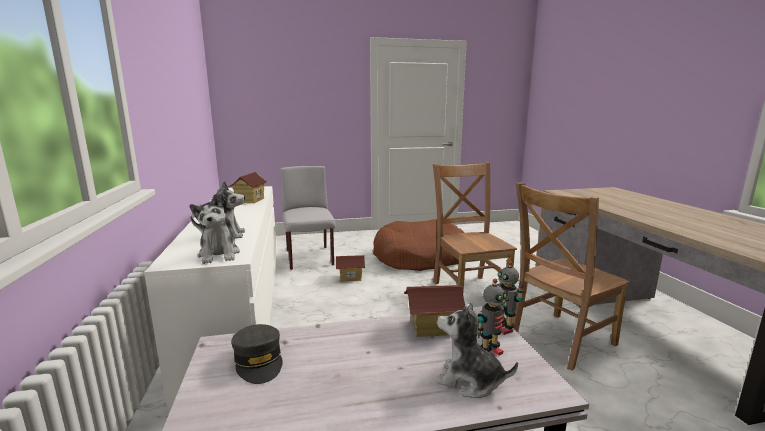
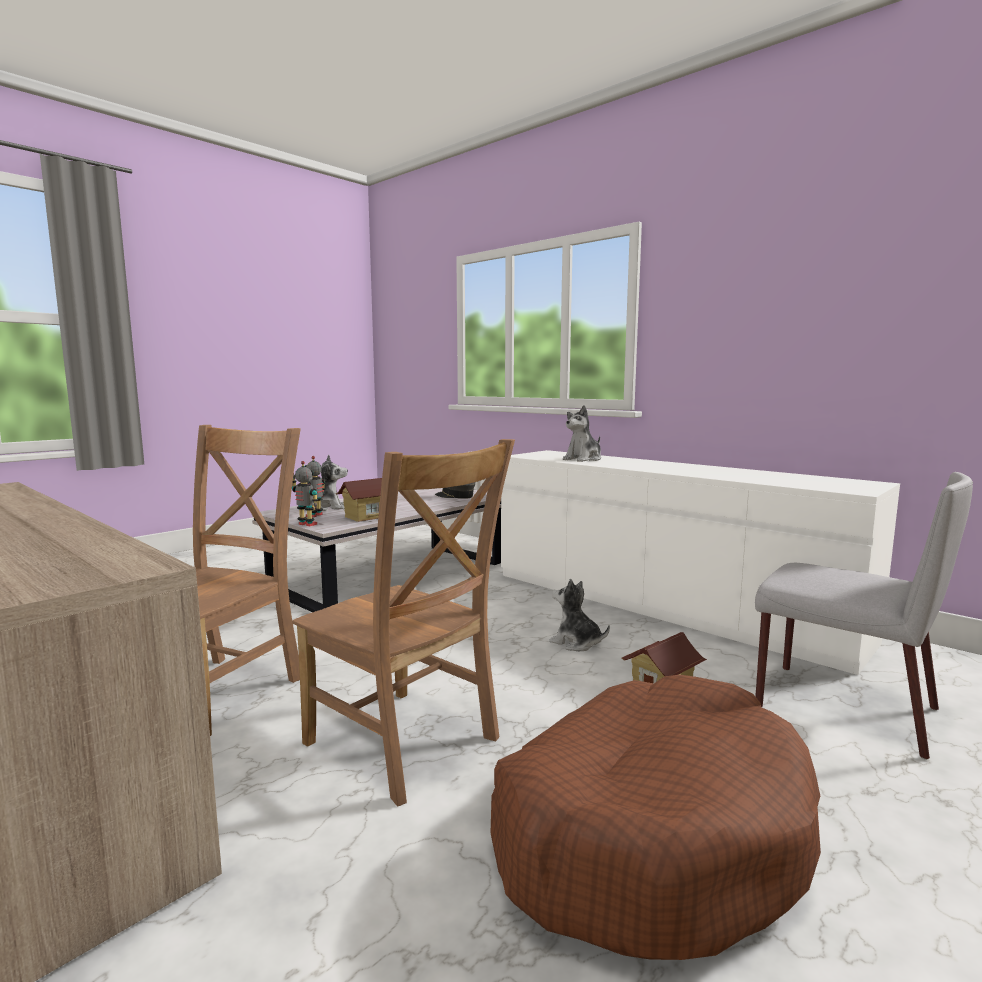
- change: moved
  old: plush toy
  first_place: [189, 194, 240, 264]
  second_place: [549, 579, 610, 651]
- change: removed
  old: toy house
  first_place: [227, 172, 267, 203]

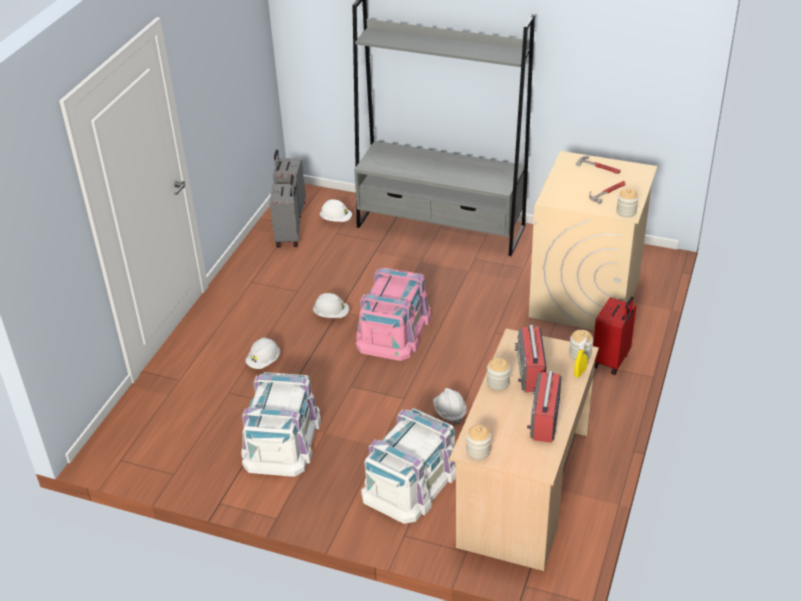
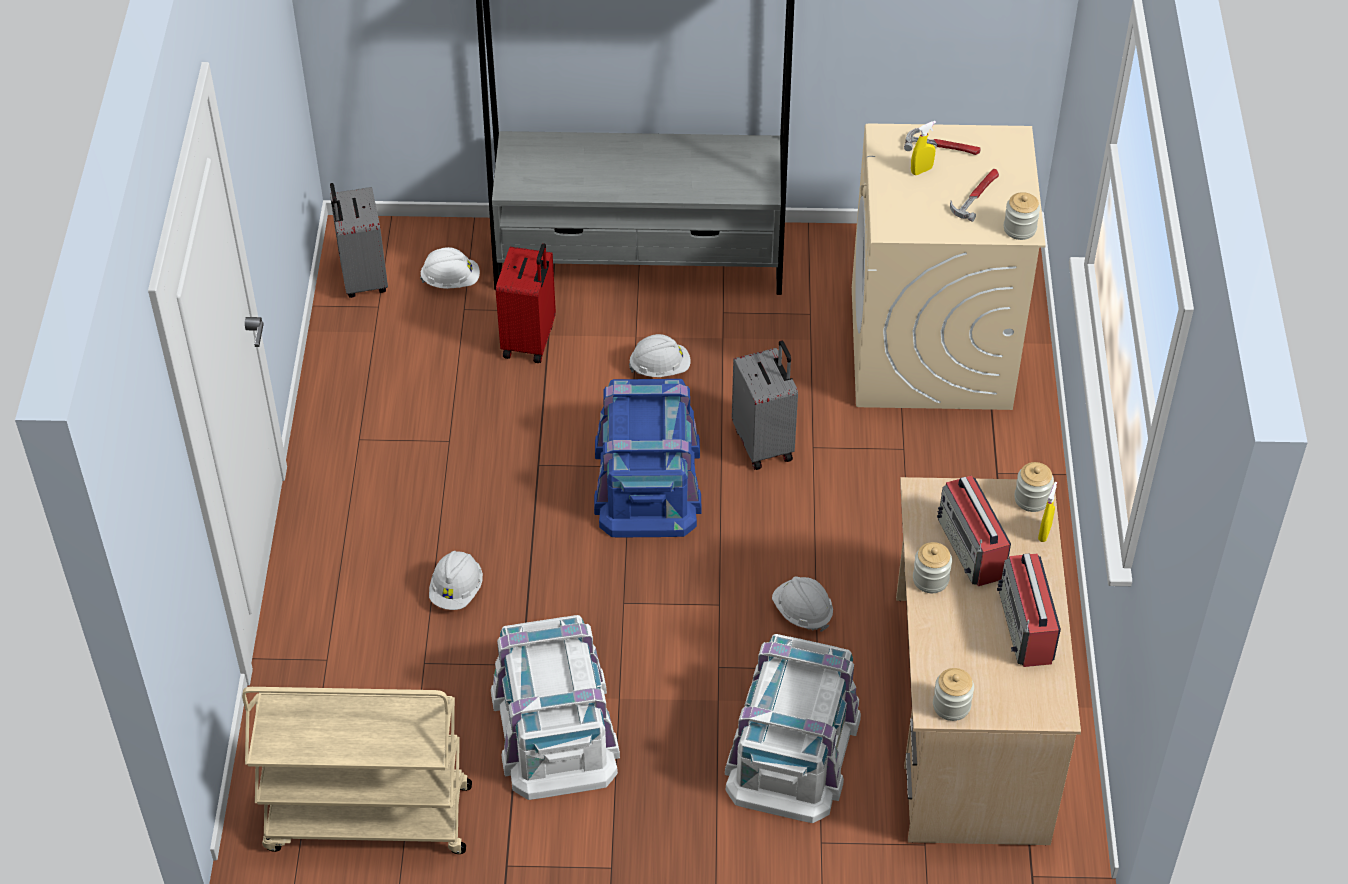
- change: moved
  old: suitcase (grey)
  first_place: [270, 175, 300, 248]
  second_place: [732, 340, 798, 470]
- change: moved
  old: hard hat (white)
  first_place: [313, 293, 349, 318]
  second_place: [629, 334, 690, 377]
- change: recoloured
  old: storage box (pink)
  new: storage box (blue)
  first_place: [356, 268, 431, 361]
  second_place: [594, 379, 701, 537]
- change: moved
  old: suitcase (red)
  first_place: [593, 296, 637, 375]
  second_place: [496, 243, 556, 363]
- change: added
  new: cart (beige)
  second_place: [242, 687, 472, 854]
- change: added
  new: spray bottle (yellow)
  second_place: [911, 121, 936, 175]

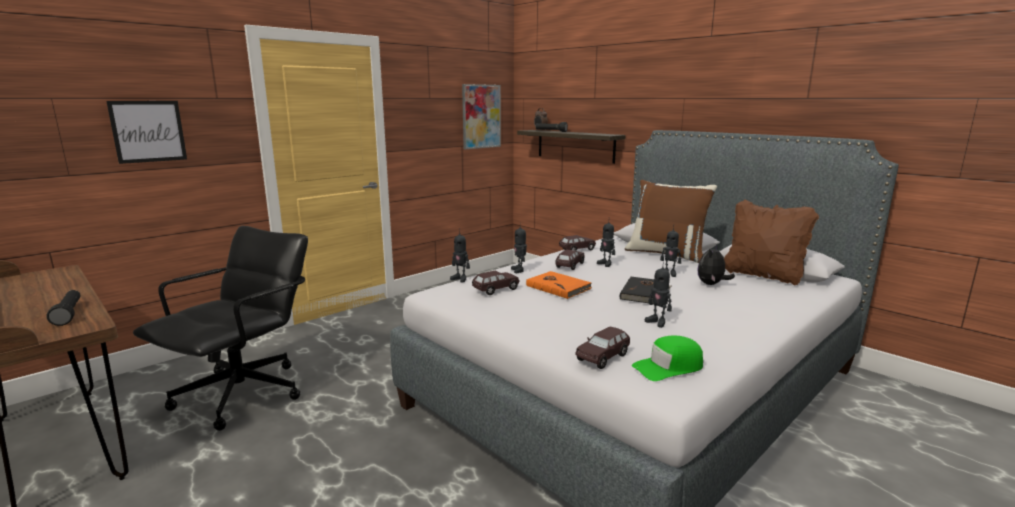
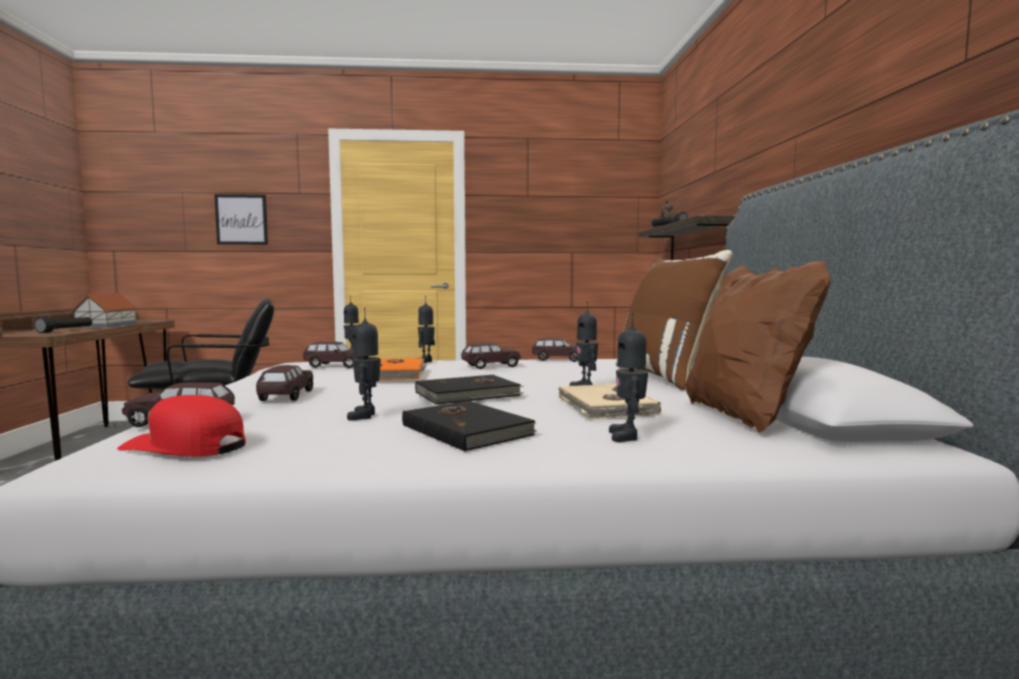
- change: removed
  old: picture
  first_place: [462, 84, 501, 149]
- change: moved
  old: toy robot
  first_place: [597, 217, 615, 267]
  second_place: [609, 312, 648, 442]
- change: recoloured
  old: cap (green)
  new: cap (red)
  first_place: [632, 336, 703, 381]
  second_place: [117, 395, 246, 457]
- change: replaced
  old: plush toy
  new: book (beige)
  first_place: [697, 244, 735, 285]
  second_place: [558, 384, 661, 419]
- change: added
  new: toy house
  second_place: [71, 293, 137, 327]
- change: added
  new: toy car (brown)
  second_place: [256, 365, 313, 401]
- change: added
  new: book (black)
  second_place: [402, 401, 537, 452]

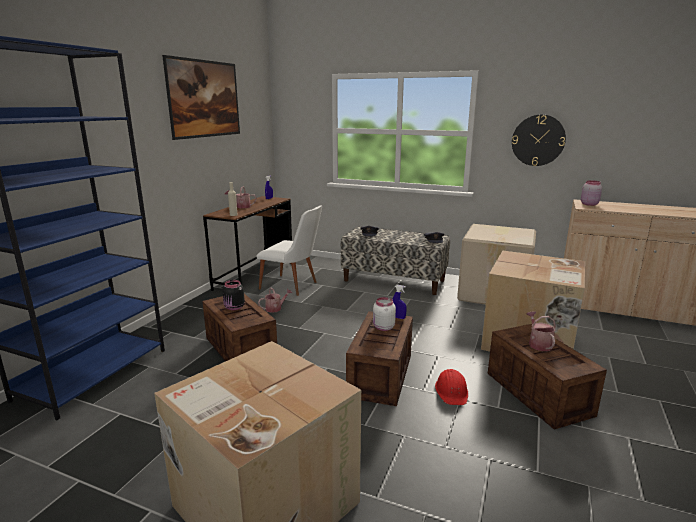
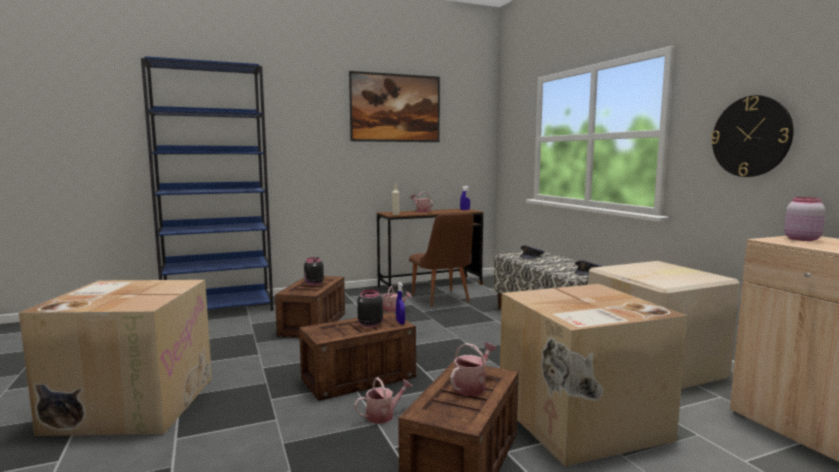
- change: recoloured
  old: chair (white)
  new: chair (brown)
  first_place: [256, 206, 322, 296]
  second_place: [409, 213, 474, 307]
- change: recoloured
  old: jar (white)
  new: jar (black)
  first_place: [373, 297, 396, 331]
  second_place: [357, 290, 383, 327]
- change: replaced
  old: hard hat (red)
  new: watering can
  first_place: [435, 369, 468, 405]
  second_place: [354, 377, 413, 424]

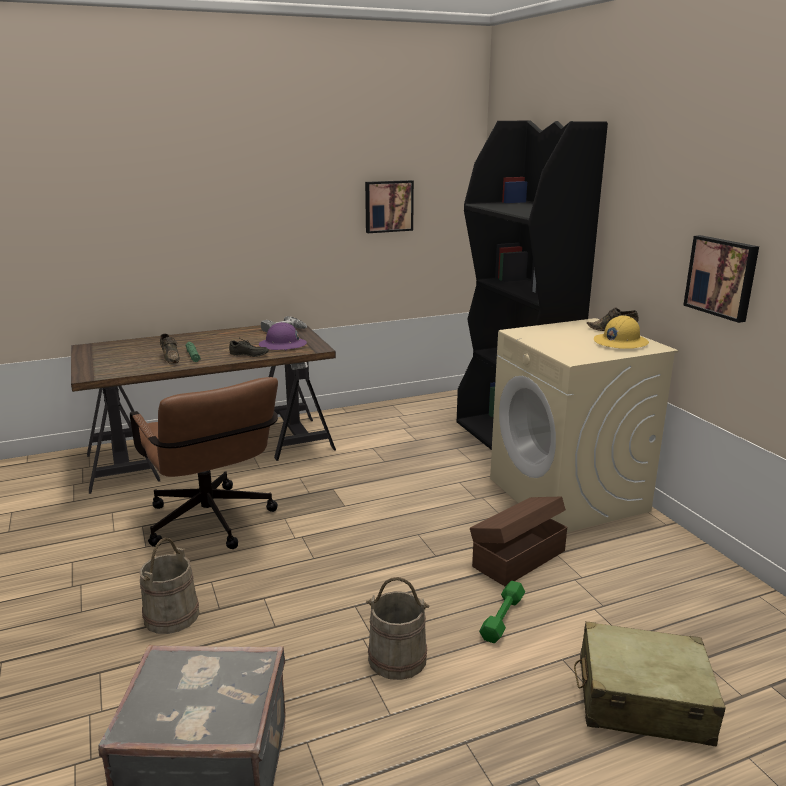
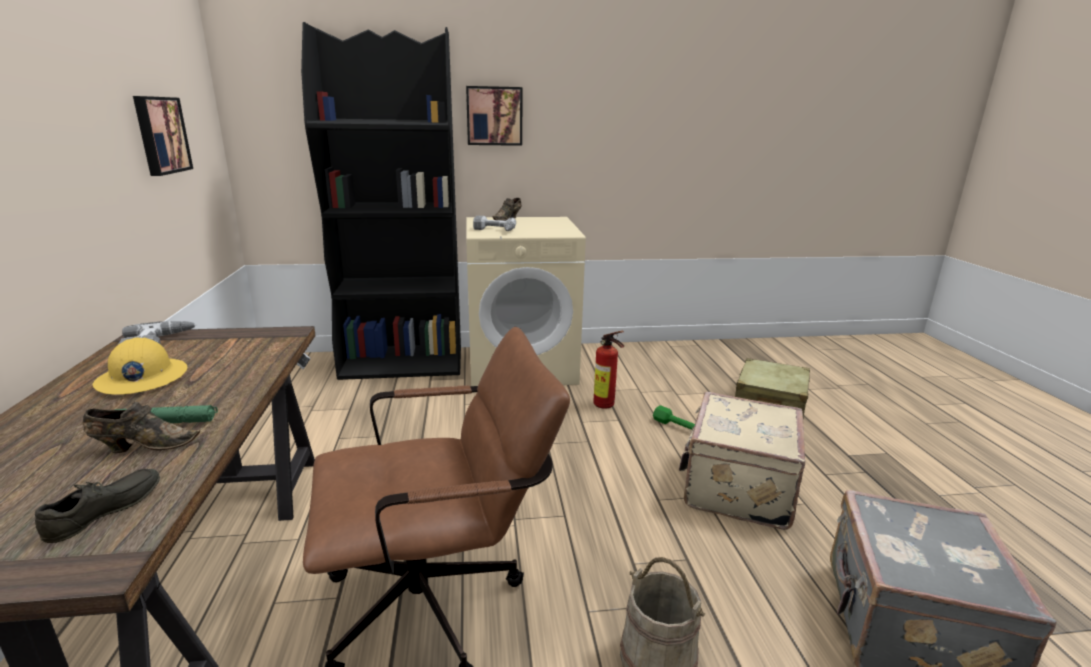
- change: moved
  old: shoe (grey)
  first_place: [229, 337, 269, 357]
  second_place: [35, 469, 160, 543]
- change: removed
  old: hard hat (purple)
  first_place: [259, 322, 307, 350]
- change: replaced
  old: bucket (beige)
  new: suitcase (beige)
  first_place: [366, 577, 430, 680]
  second_place: [679, 392, 805, 530]
- change: replaced
  old: storage box (brown)
  new: fire extinguisher
  first_place: [470, 497, 567, 586]
  second_place: [593, 331, 624, 409]
- change: moved
  old: hard hat (yellow)
  first_place: [594, 315, 649, 349]
  second_place: [93, 337, 188, 395]
- change: moved
  old: picture
  first_place: [683, 235, 759, 323]
  second_place: [466, 86, 522, 146]
- change: added
  new: power drill
  second_place: [473, 216, 516, 231]

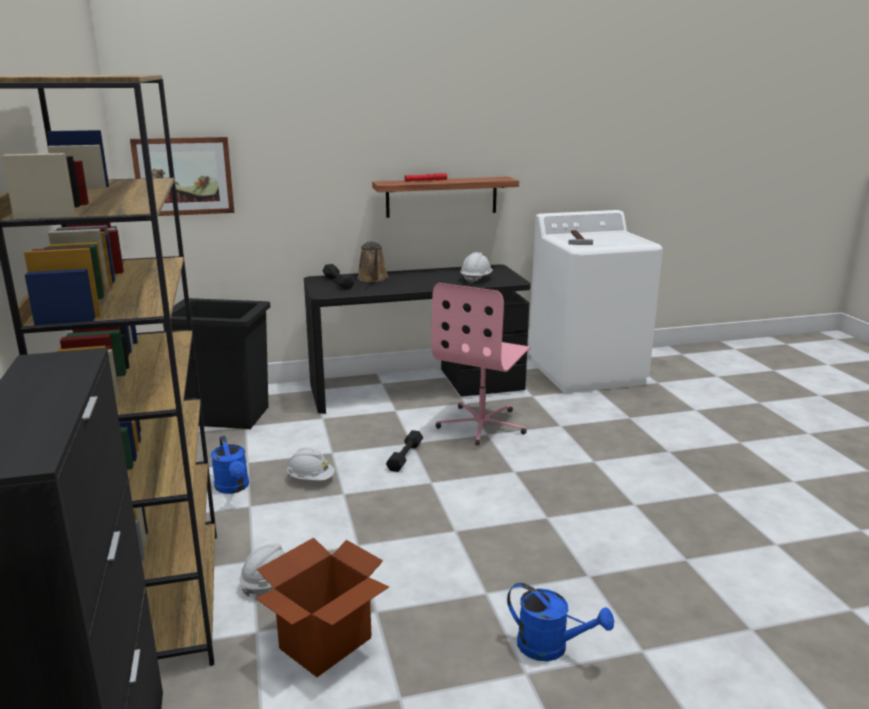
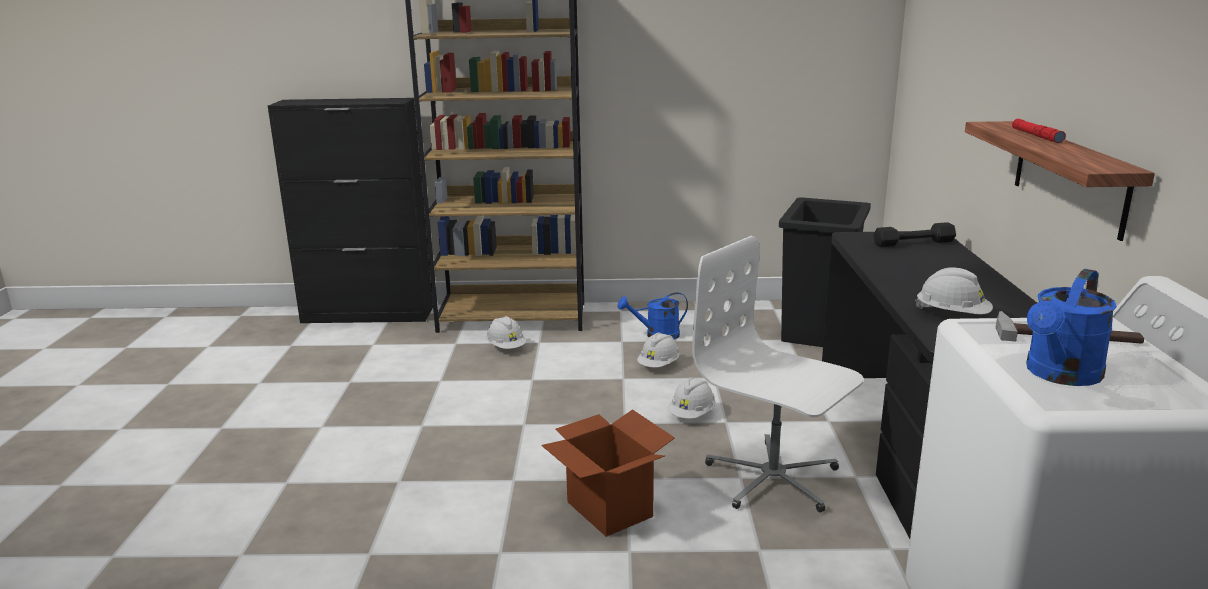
- change: removed
  old: picture
  first_place: [130, 137, 234, 216]
- change: moved
  old: cardboard box
  first_place: [256, 538, 389, 677]
  second_place: [541, 409, 675, 537]
- change: removed
  old: watering can (brown)
  first_place: [357, 241, 389, 282]
- change: replaced
  old: dumbbell (black)
  new: hard hat (white)
  first_place: [386, 430, 423, 472]
  second_place: [668, 378, 716, 419]
- change: recoloured
  old: office chair (pink)
  new: office chair (white)
  first_place: [431, 283, 531, 446]
  second_place: [692, 236, 864, 512]
- change: moved
  old: watering can (blue)
  first_place: [507, 583, 614, 661]
  second_place: [1026, 269, 1117, 386]

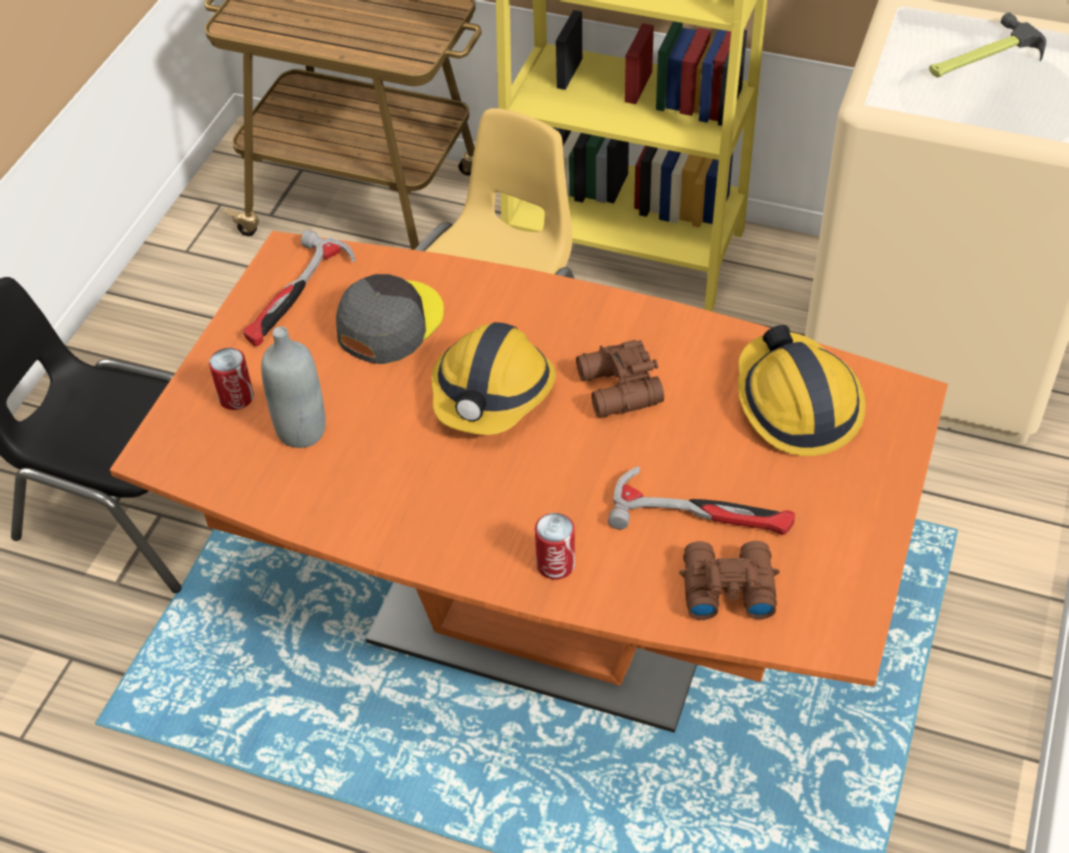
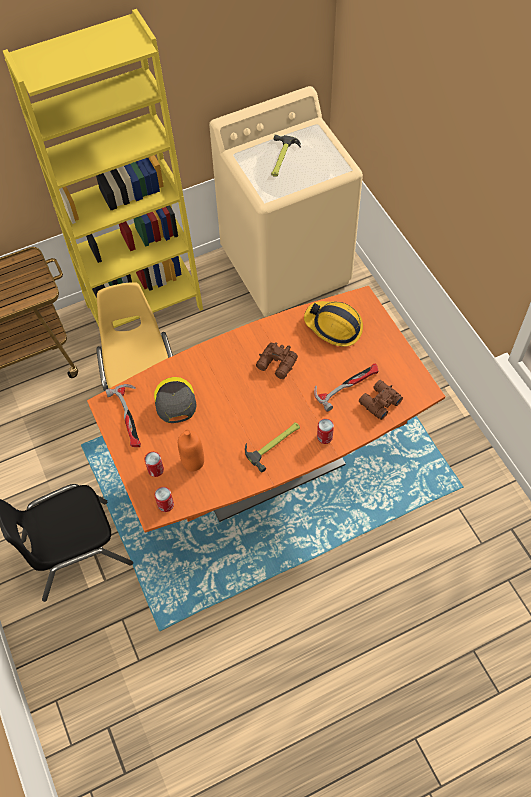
- change: recoloured
  old: bottle (grey)
  new: bottle (orange)
  first_place: [261, 326, 326, 448]
  second_place: [178, 429, 204, 471]
- change: removed
  old: hard hat
  first_place: [431, 322, 556, 435]
- change: added
  new: can
  second_place: [154, 487, 174, 512]
- change: added
  new: hammer
  second_place: [245, 422, 300, 473]

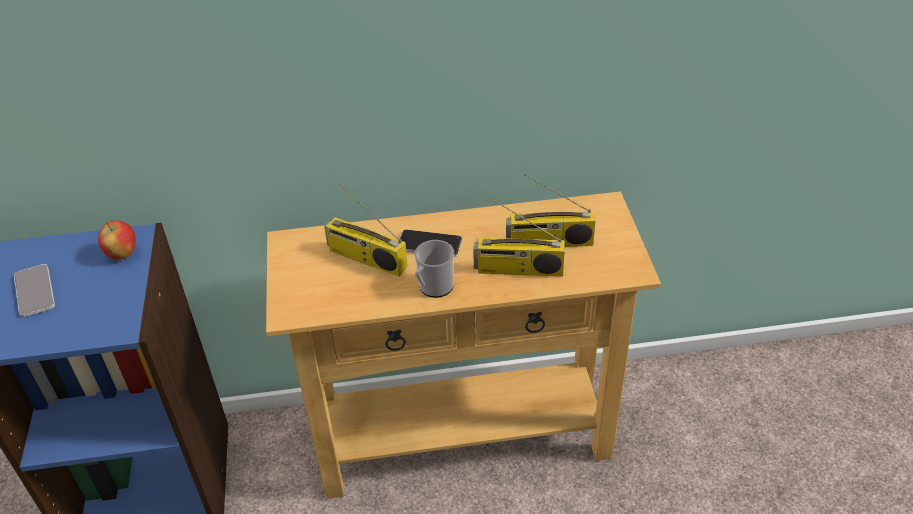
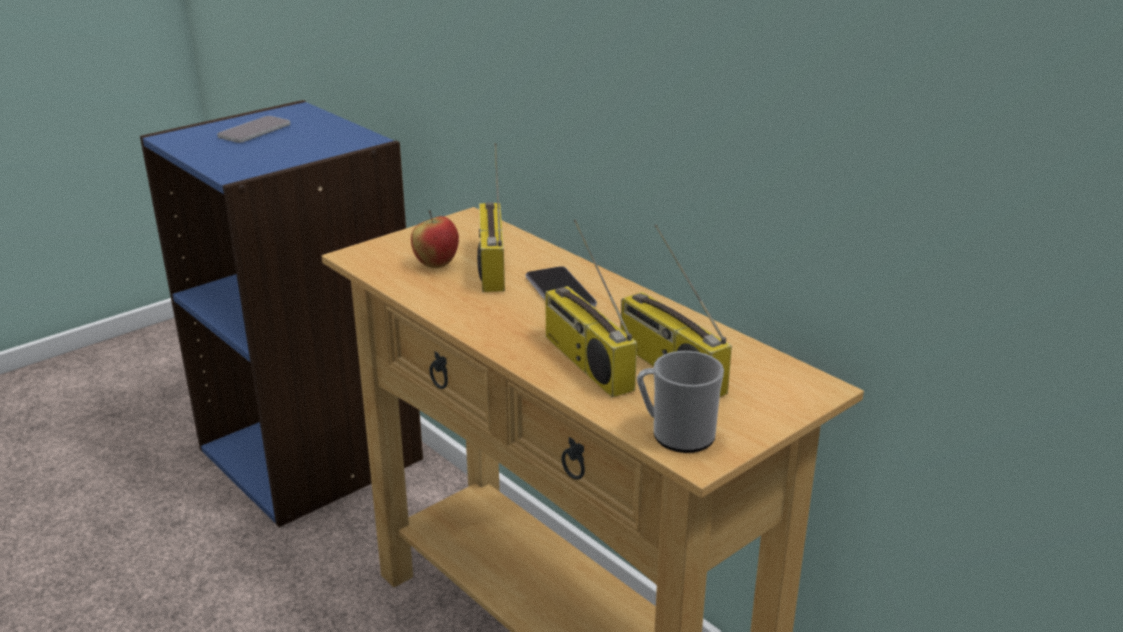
- change: moved
  old: apple
  first_place: [98, 220, 136, 260]
  second_place: [411, 211, 459, 268]
- change: moved
  old: mug
  first_place: [415, 240, 454, 298]
  second_place: [637, 351, 724, 453]

